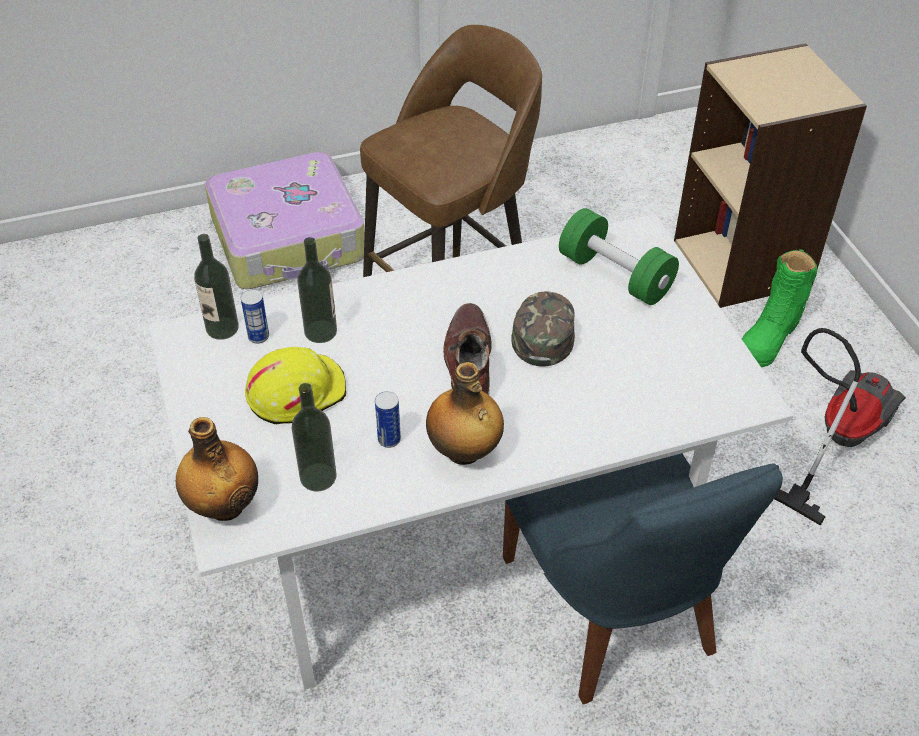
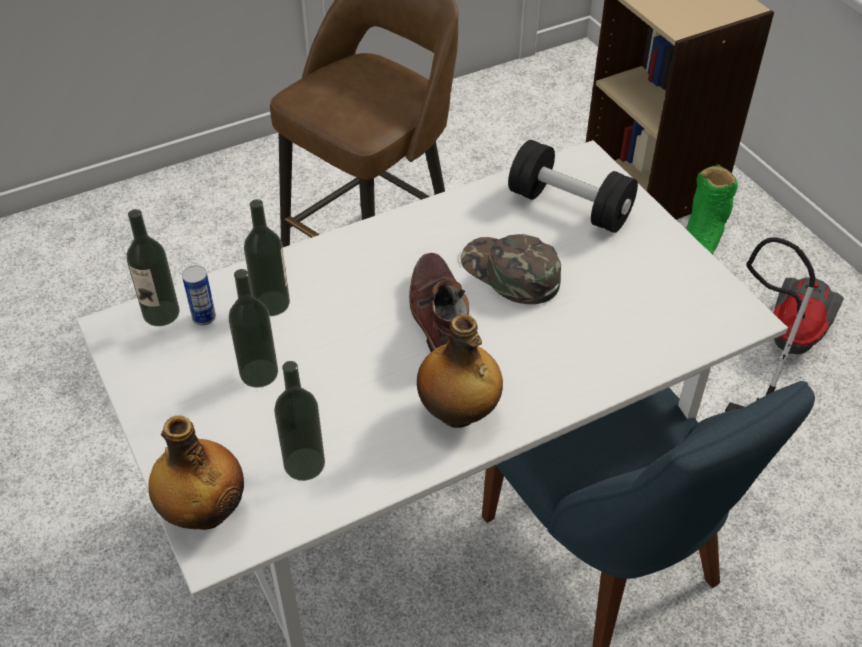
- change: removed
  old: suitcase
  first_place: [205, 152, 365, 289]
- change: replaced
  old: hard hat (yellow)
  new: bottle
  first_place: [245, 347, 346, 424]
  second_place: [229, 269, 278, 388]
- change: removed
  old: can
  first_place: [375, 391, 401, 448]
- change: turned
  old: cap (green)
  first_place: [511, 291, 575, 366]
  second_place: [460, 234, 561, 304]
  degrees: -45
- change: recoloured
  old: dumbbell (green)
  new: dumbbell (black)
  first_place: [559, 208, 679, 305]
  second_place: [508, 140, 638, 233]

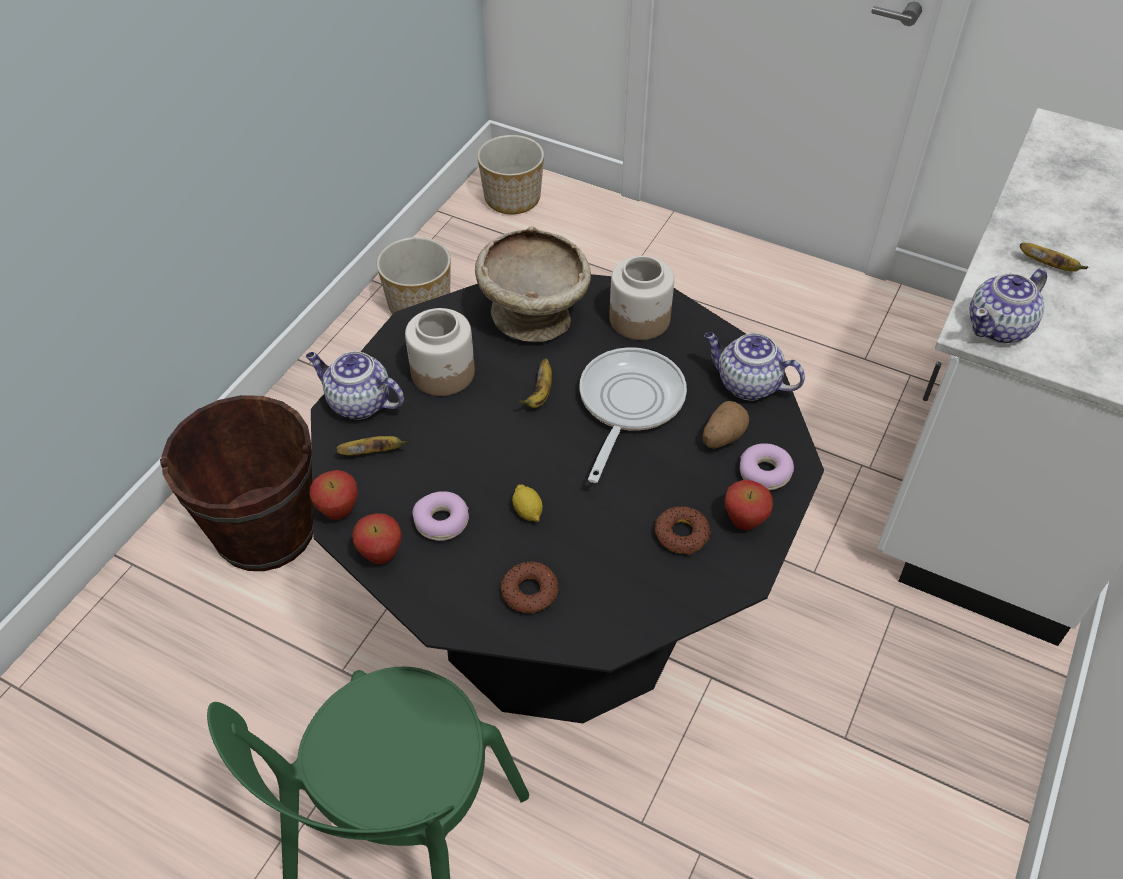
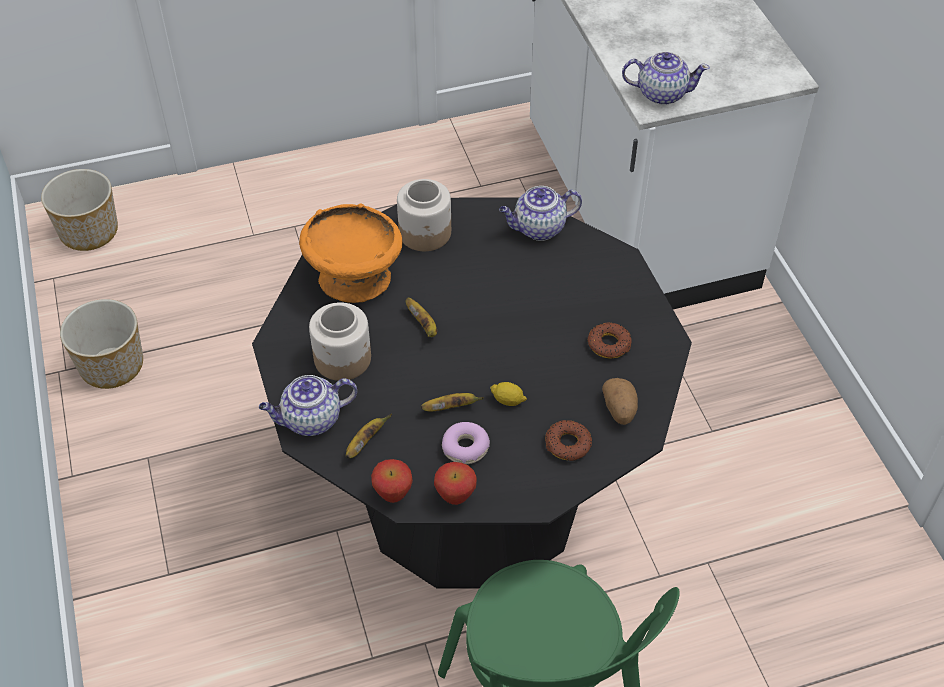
- change: removed
  old: bucket (brown)
  first_place: [160, 395, 313, 571]
- change: recoloured
  old: bowl (beige)
  new: bowl (orange)
  first_place: [475, 226, 591, 342]
  second_place: [299, 204, 402, 303]
- change: removed
  old: frying pan
  first_place: [579, 347, 687, 483]
- change: moved
  old: potato
  first_place: [703, 401, 749, 449]
  second_place: [602, 378, 638, 425]
- change: removed
  old: apple
  first_place: [725, 480, 773, 530]
- change: removed
  old: donut
  first_place: [740, 443, 794, 490]
- change: turned
  old: teapot
  first_place: [969, 269, 1047, 343]
  second_place: [622, 52, 710, 105]
  degrees: -90
- change: moved
  old: banana
  first_place: [1020, 242, 1088, 272]
  second_place: [421, 393, 484, 412]

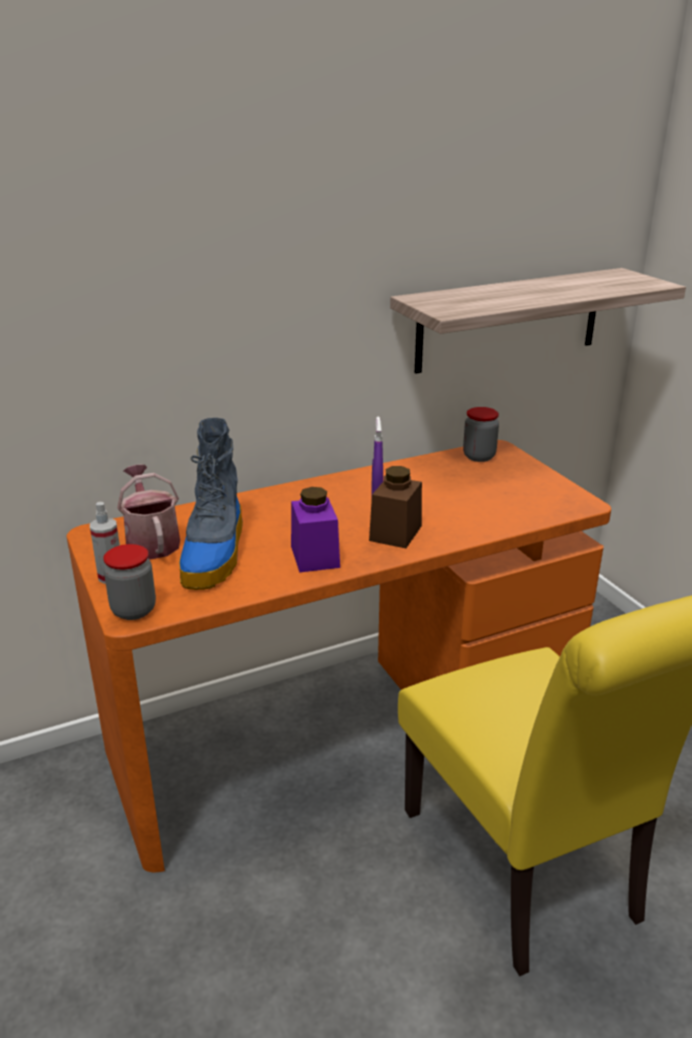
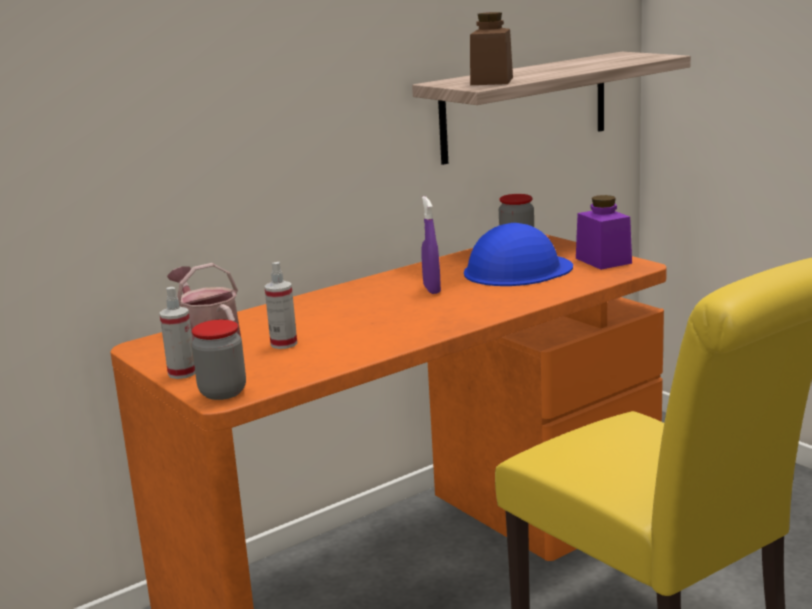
- change: replaced
  old: boot
  new: spray bottle
  first_place: [179, 418, 243, 590]
  second_place: [264, 262, 297, 349]
- change: moved
  old: jar (purple)
  first_place: [291, 487, 340, 573]
  second_place: [576, 195, 632, 270]
- change: moved
  old: jar (brown)
  first_place: [369, 466, 422, 548]
  second_place: [470, 12, 513, 85]
- change: added
  new: hard hat (blue)
  second_place: [464, 223, 573, 286]

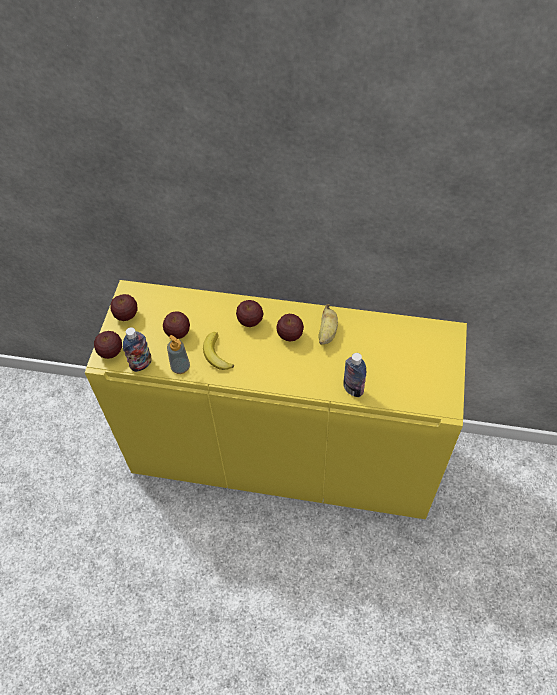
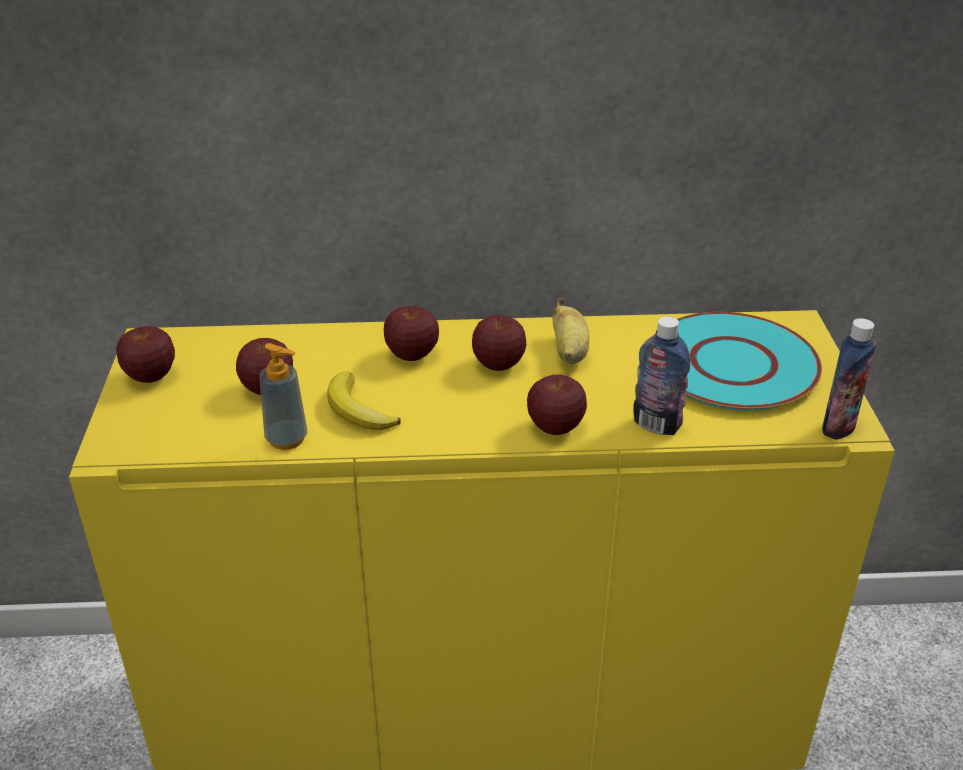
- change: moved
  old: apple
  first_place: [94, 331, 122, 359]
  second_place: [527, 374, 587, 435]
- change: moved
  old: bottle
  first_place: [123, 327, 152, 372]
  second_place: [822, 318, 876, 440]
- change: added
  new: plate (turquoise)
  second_place: [655, 312, 822, 411]

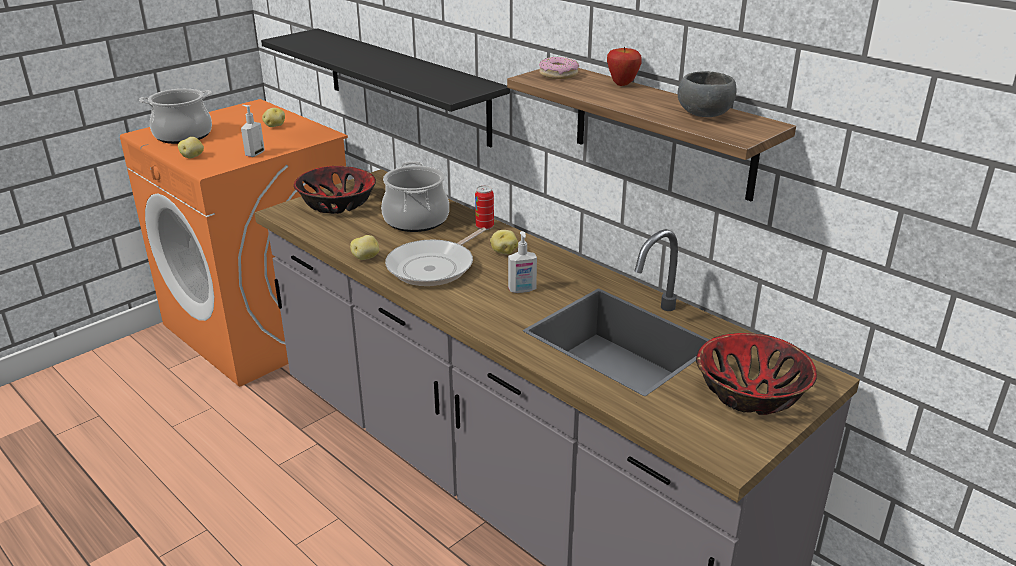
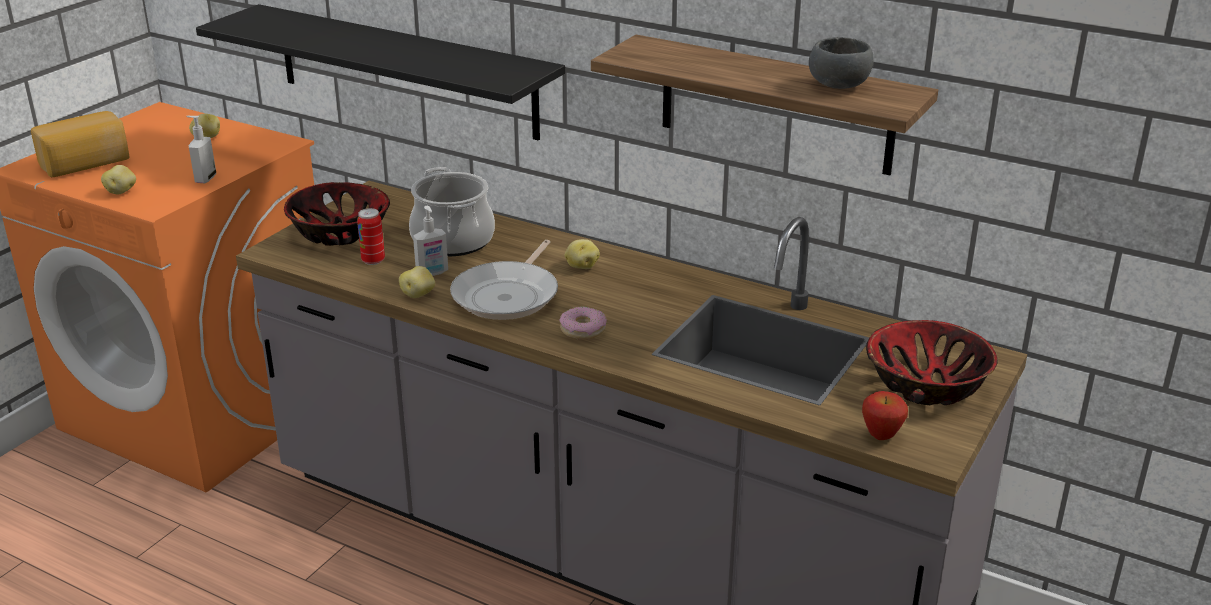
- change: replaced
  old: cooking pot
  new: bread
  first_place: [139, 89, 212, 144]
  second_place: [31, 111, 129, 177]
- change: moved
  old: can
  first_place: [475, 186, 494, 230]
  second_place: [357, 208, 385, 265]
- change: moved
  old: soap dispenser
  first_place: [508, 231, 537, 293]
  second_place: [413, 206, 448, 276]
- change: moved
  old: donut
  first_place: [539, 57, 579, 79]
  second_place: [559, 307, 607, 340]
- change: moved
  old: apple
  first_place: [607, 47, 642, 86]
  second_place: [862, 391, 908, 440]

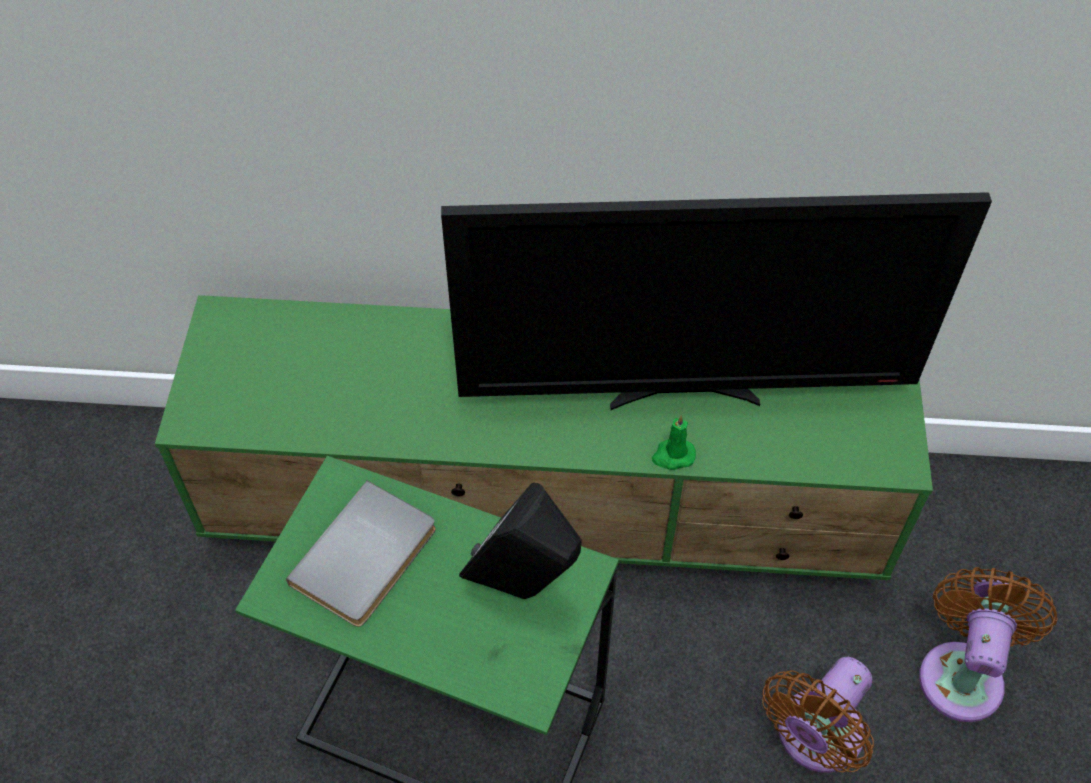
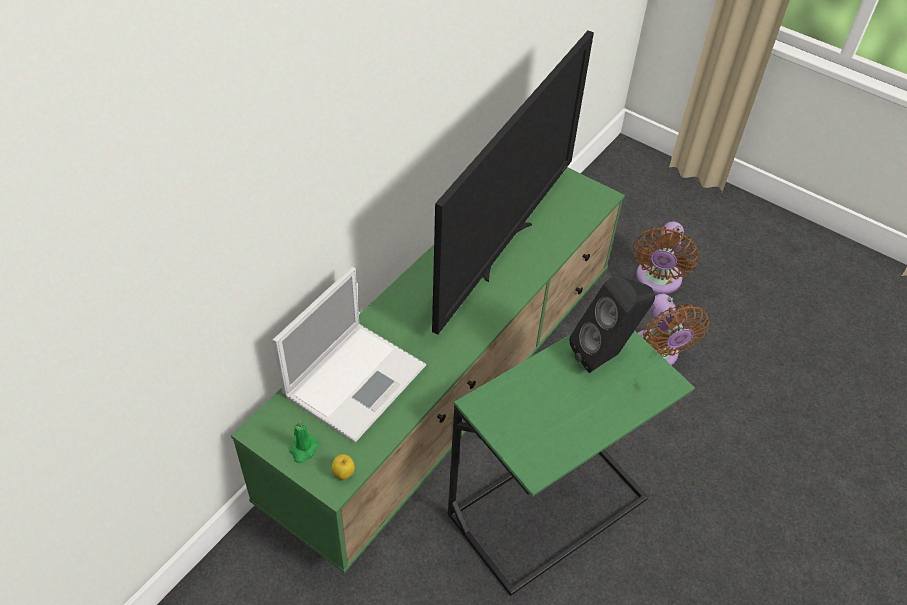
- change: removed
  old: book (grey)
  first_place: [286, 481, 436, 627]
- change: moved
  old: candle (green)
  first_place: [652, 415, 696, 470]
  second_place: [290, 420, 319, 463]
- change: turned
  old: fan (brown)
  first_place: [919, 567, 1057, 722]
  second_place: [634, 222, 699, 294]
  degrees: -120
- change: added
  new: laptop
  second_place: [272, 267, 426, 443]
- change: added
  new: apple
  second_place: [332, 454, 355, 480]

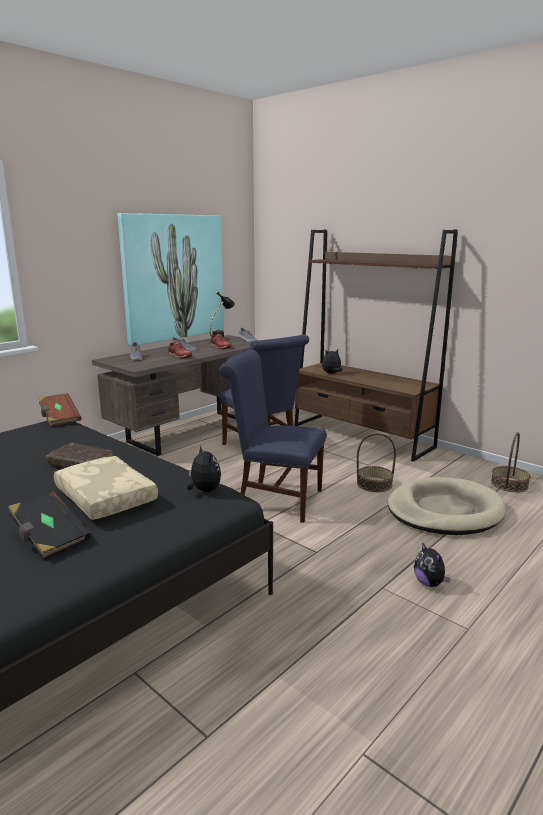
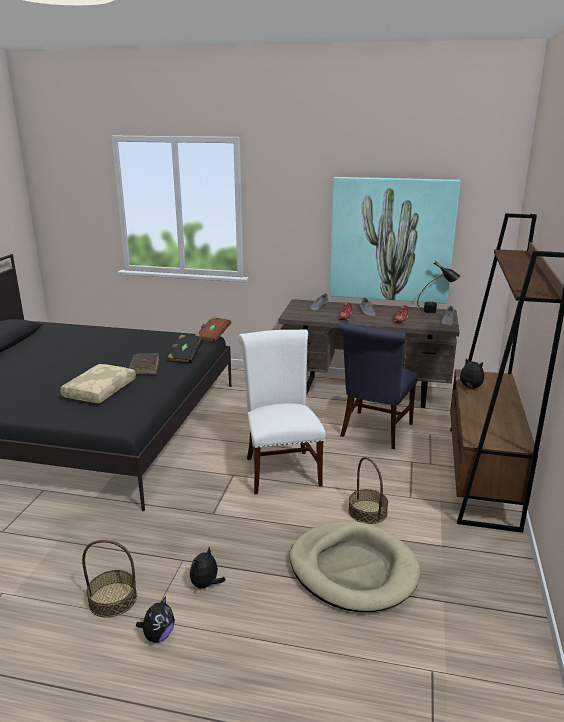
- change: moved
  old: book (black)
  first_place: [8, 492, 91, 560]
  second_place: [168, 335, 204, 363]
- change: moved
  old: plush toy
  first_place: [187, 446, 221, 492]
  second_place: [136, 596, 175, 643]
- change: recoloured
  old: chair (blue)
  new: chair (white)
  first_place: [218, 350, 327, 523]
  second_place: [238, 329, 325, 494]
- change: moved
  old: basket
  first_place: [491, 432, 530, 492]
  second_place: [82, 540, 137, 618]

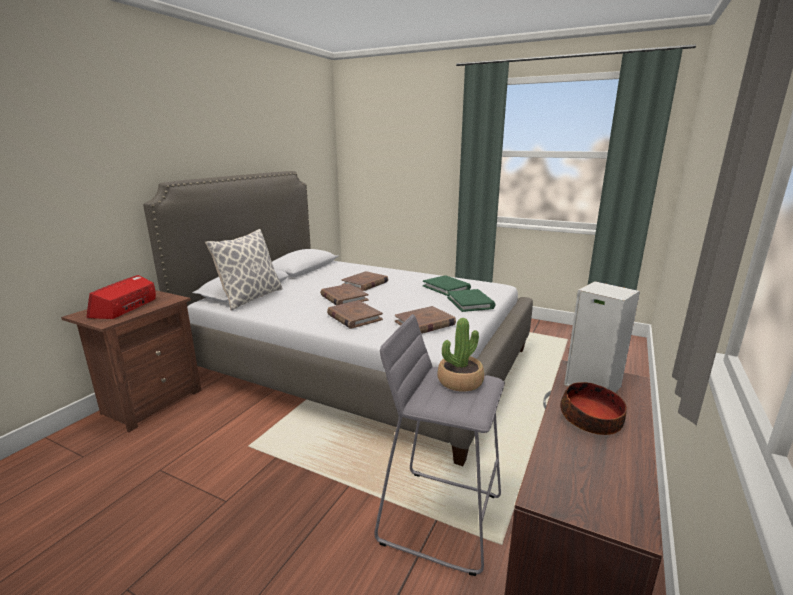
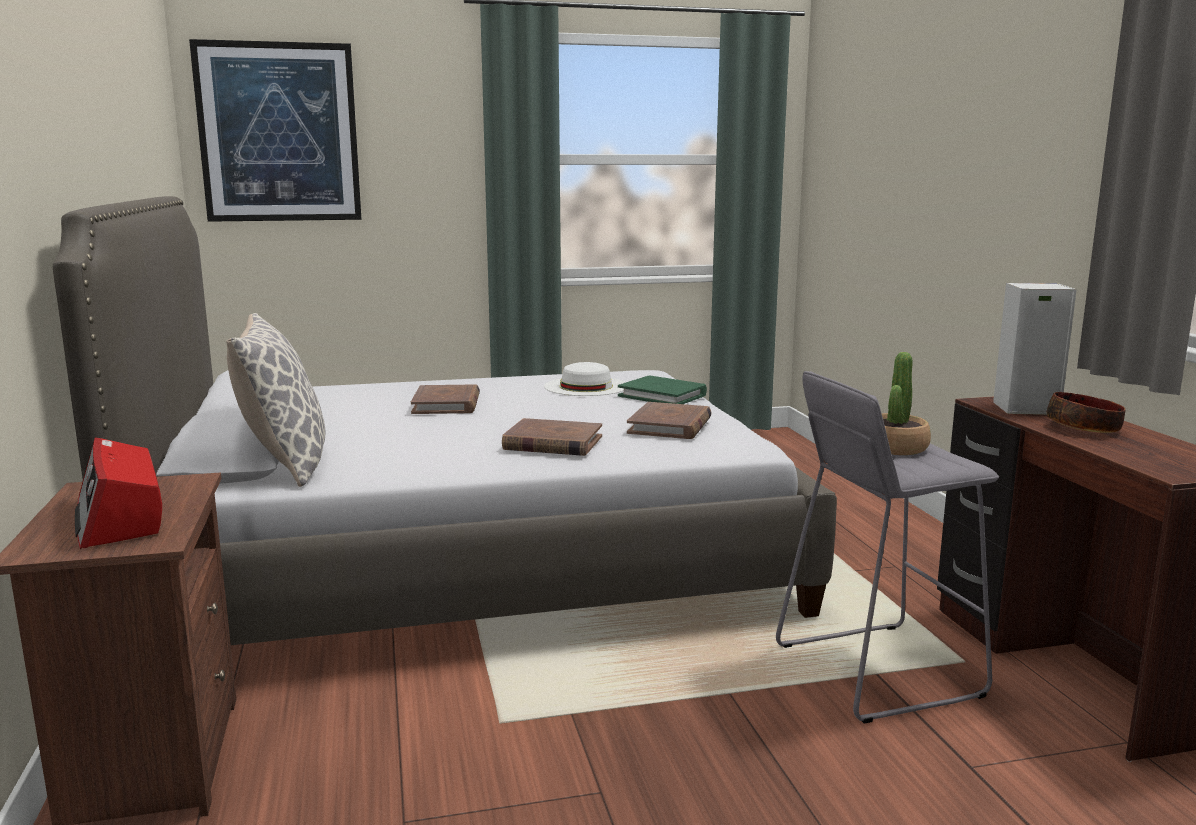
- change: removed
  old: book (brown)
  first_place: [320, 284, 369, 305]
- change: replaced
  old: book (green)
  new: hat (white)
  first_place: [423, 275, 471, 296]
  second_place: [544, 362, 626, 396]
- change: added
  new: picture
  second_place: [189, 39, 362, 222]

